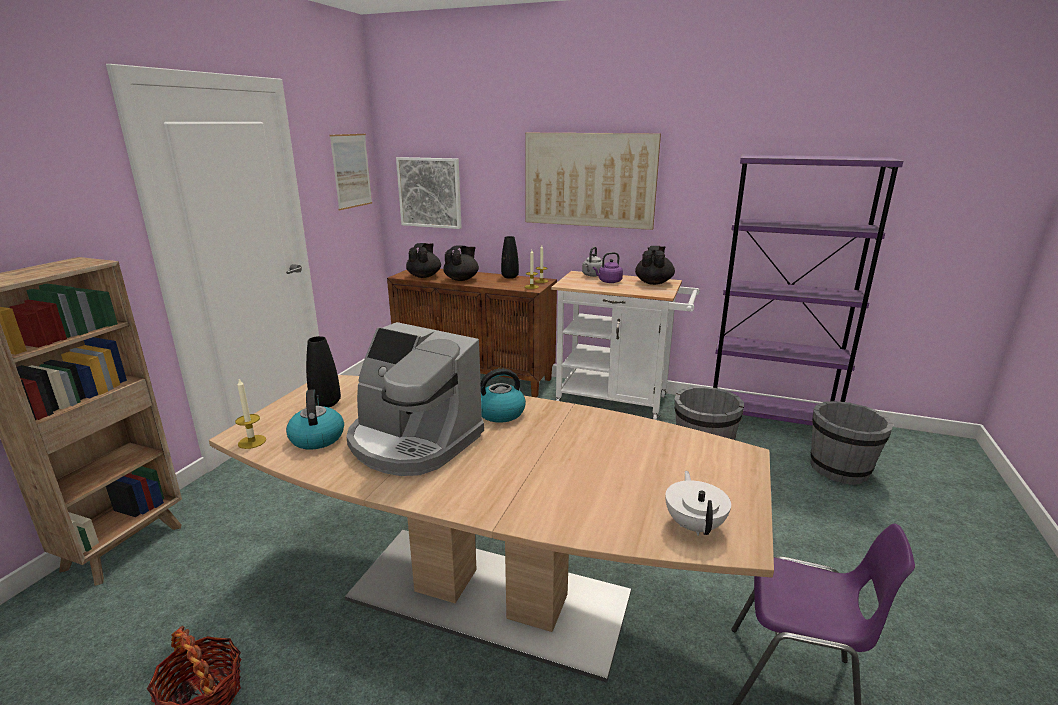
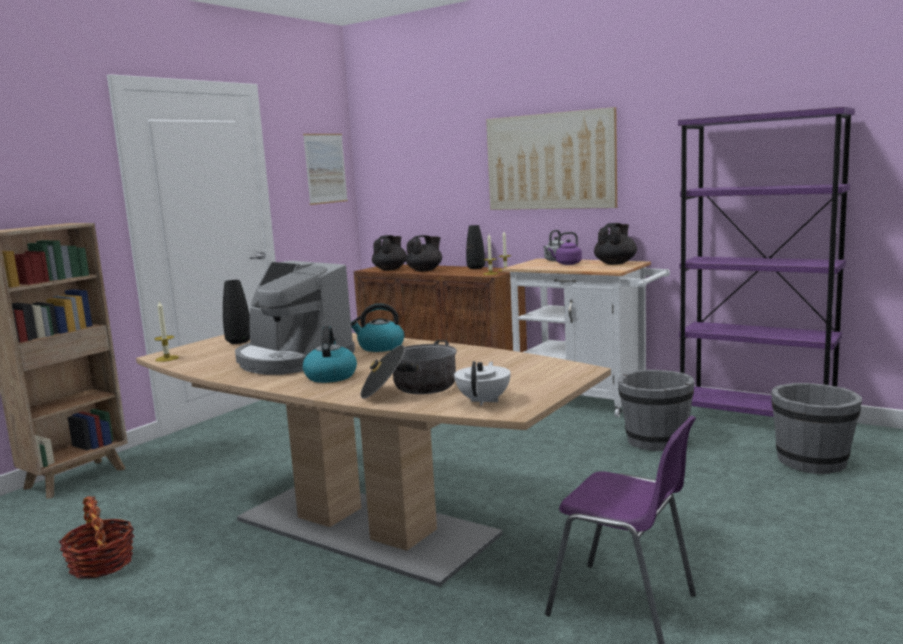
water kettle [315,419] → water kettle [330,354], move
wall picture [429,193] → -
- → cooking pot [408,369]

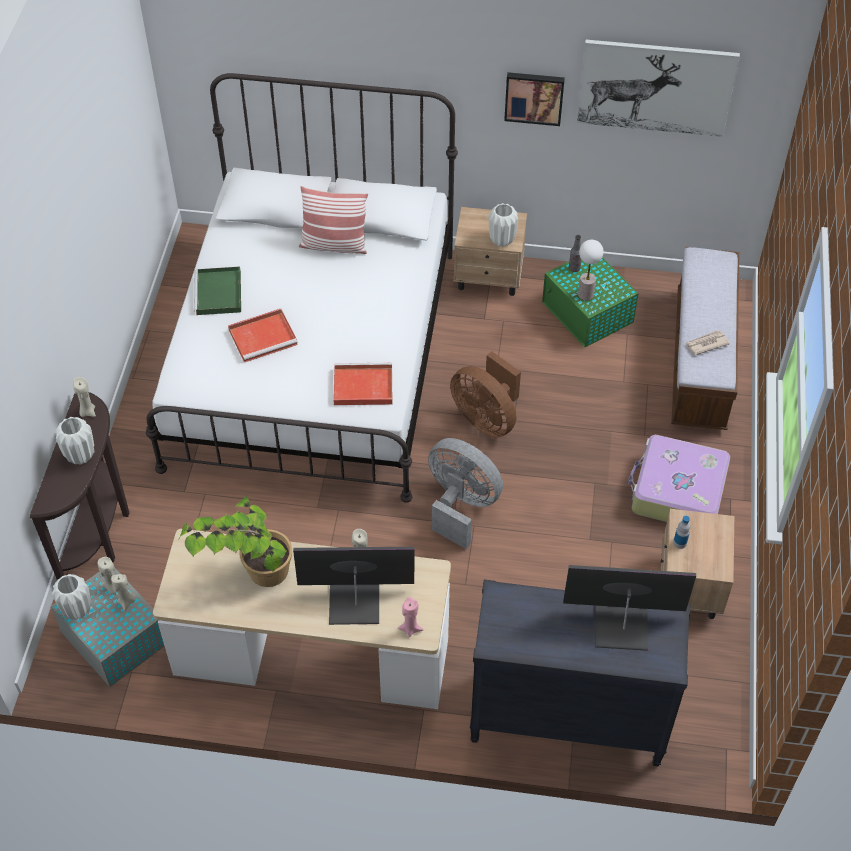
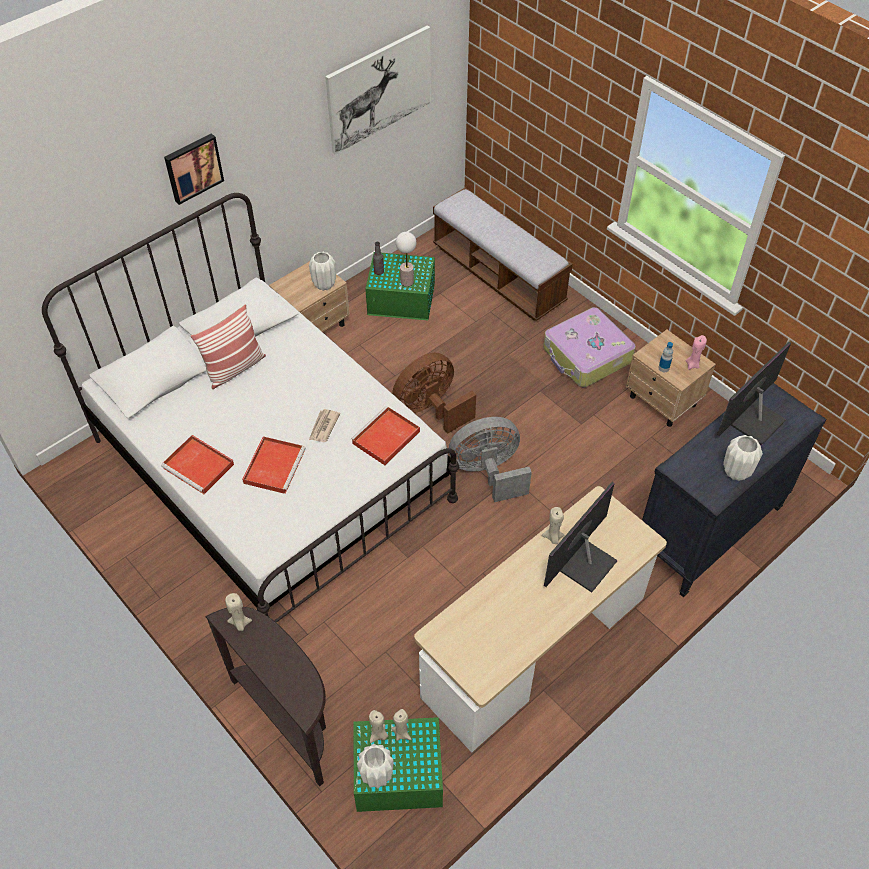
grey storage bin [107,627] → greenish storage bin [398,764]
whitish decorative vase [75,441] → whitish decorative vase [743,458], move
houseplant [235,541] → -
greenish serving tray [217,291] → red serving tray [197,464]
pink-coloured wax candle [411,617] → pink-coloured wax candle [696,352], move
brownish fan [485,394] → brownish fan [434,393], 150 degrees clockwise
wall picture [534,99] → wall picture [194,169], move
daily paper [708,342] → daily paper [324,425], move

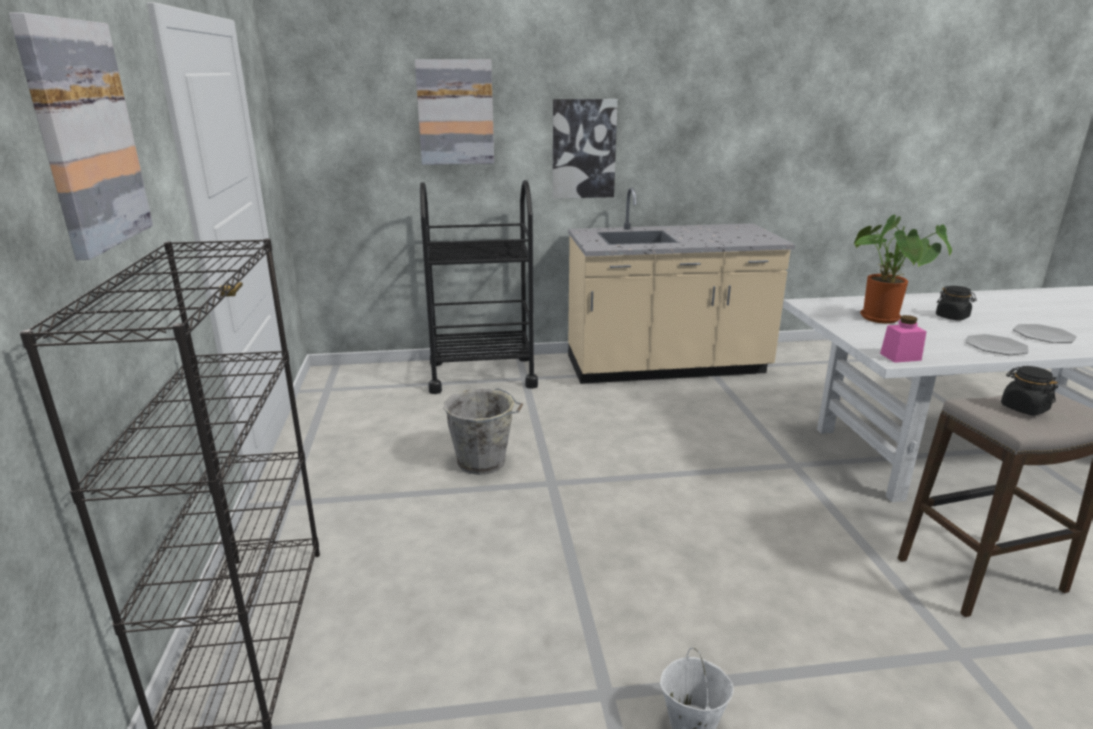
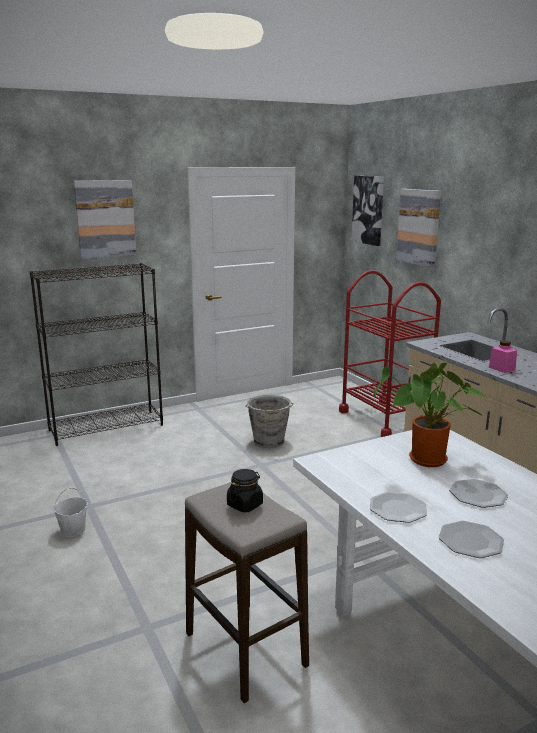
black-coloured trolley [479,287] → red trolley [390,353]
wall picture [585,149] → wall picture [367,211], move
pink-coloured preserve jar [903,339] → pink-coloured preserve jar [503,357], move
black-coloured preserve jar [956,303] → plate [478,493]

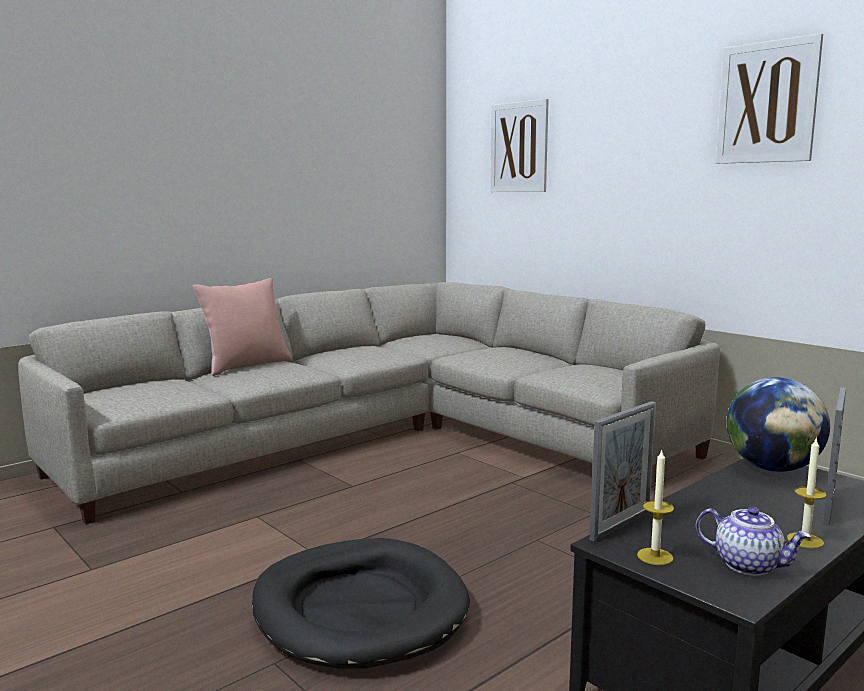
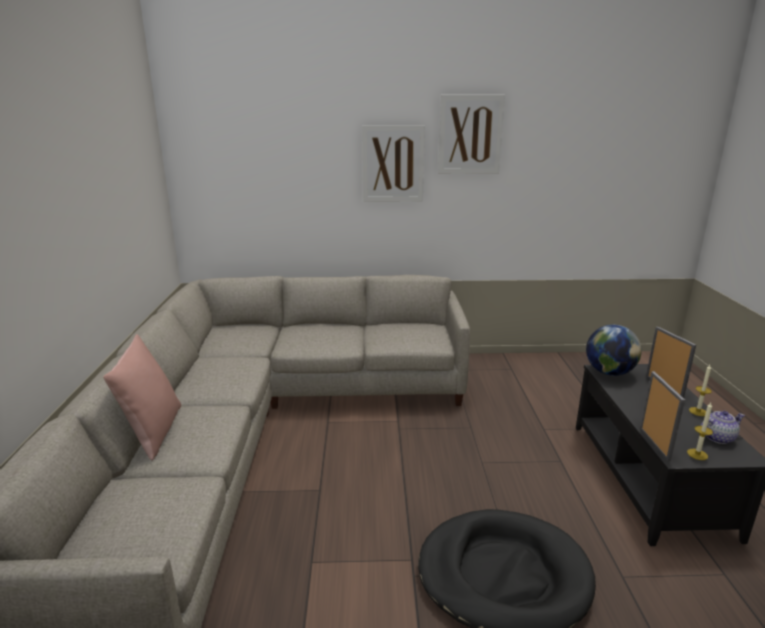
wall picture [520,145] → wall picture [393,163], move

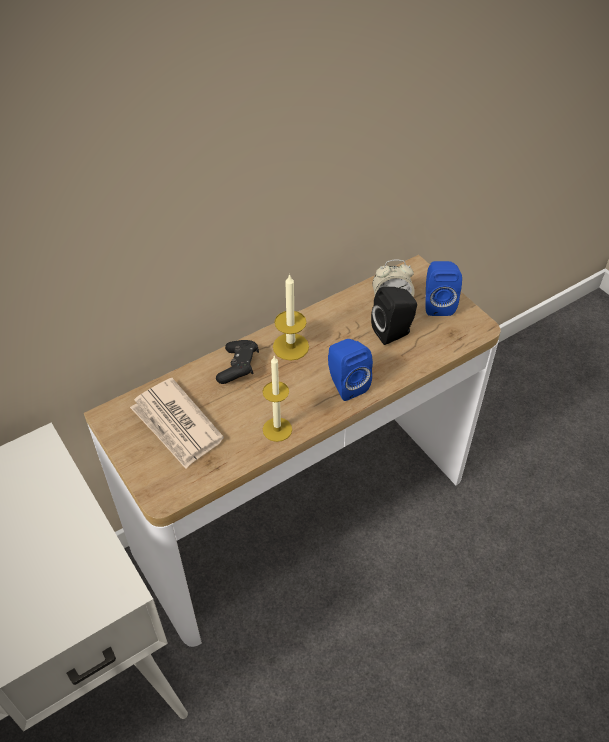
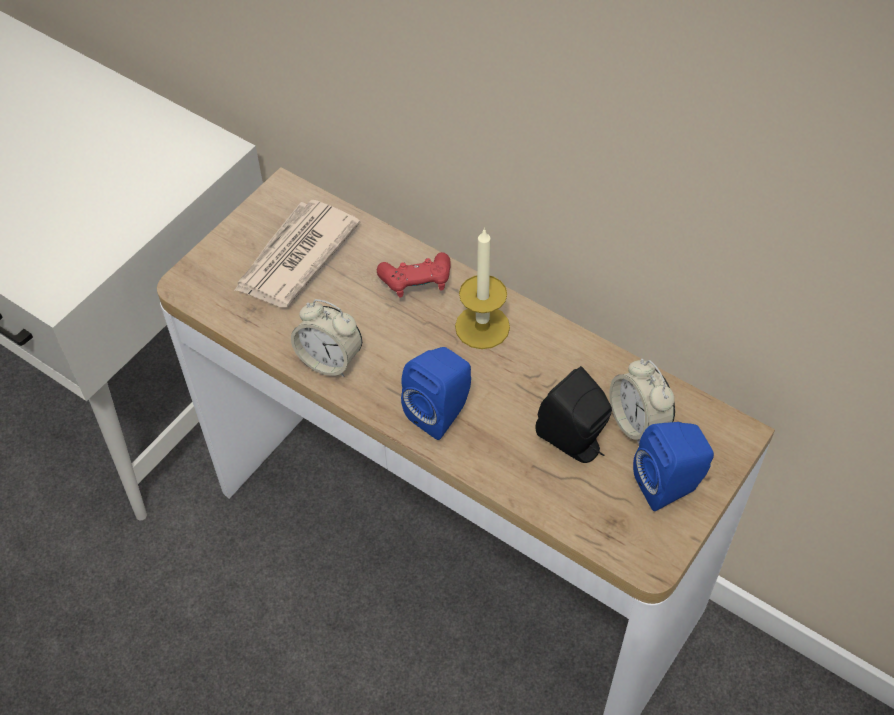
black-coloured game controller [237,362] → red game controller [414,275]
wax candle [277,399] → alarm clock [326,338]

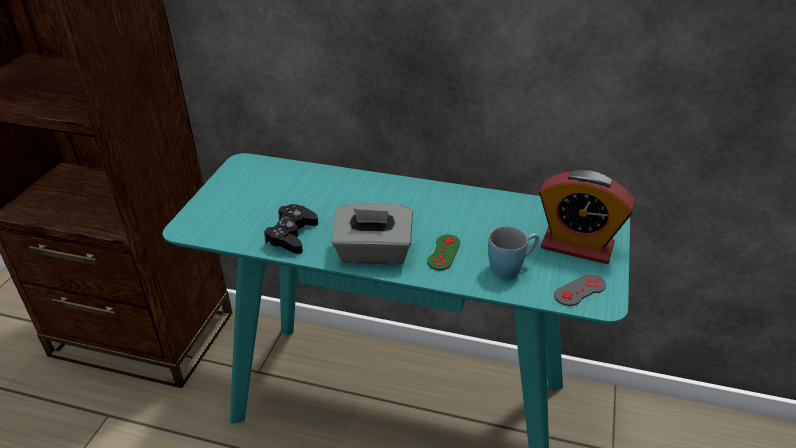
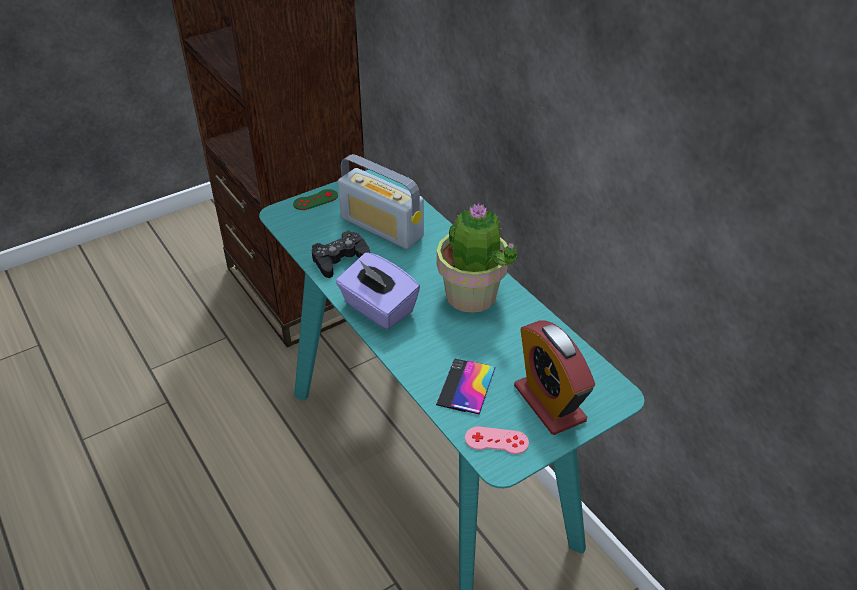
grey tissue box [372,233] → purple-coloured tissue box [378,291]
greenish game controller [443,252] → greenish game controller [315,199], move
blue-coloured tea mug [513,253] → phone [466,386]
grey game controller [580,290] → pink-coloured game controller [497,440]
- → radio receiver [381,201]
- → houseplant [477,258]

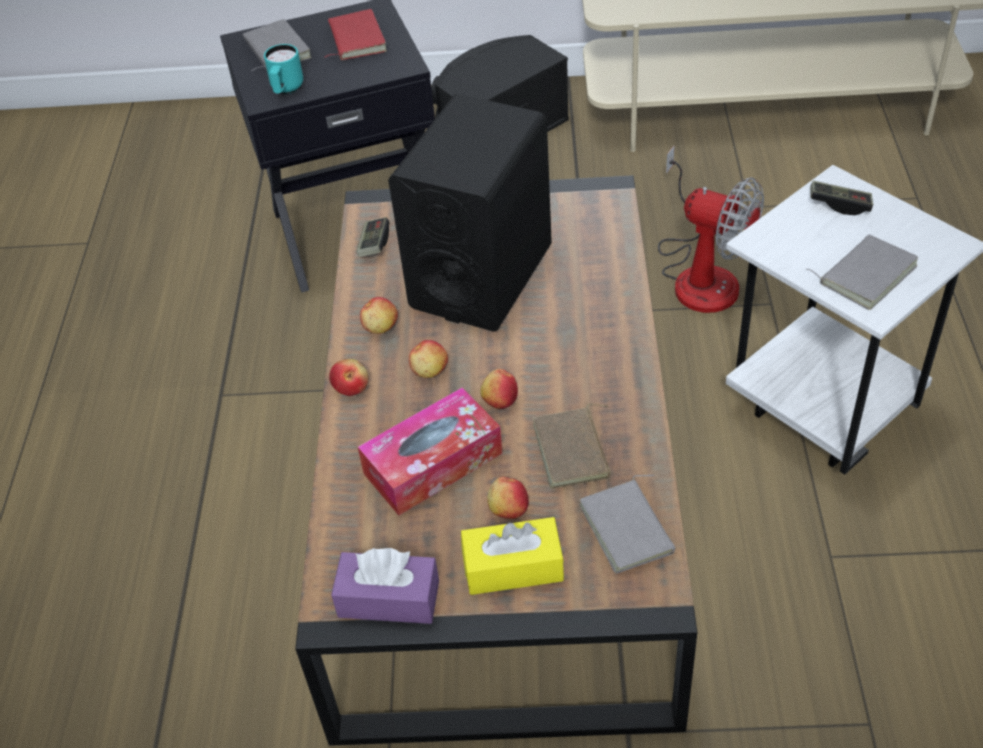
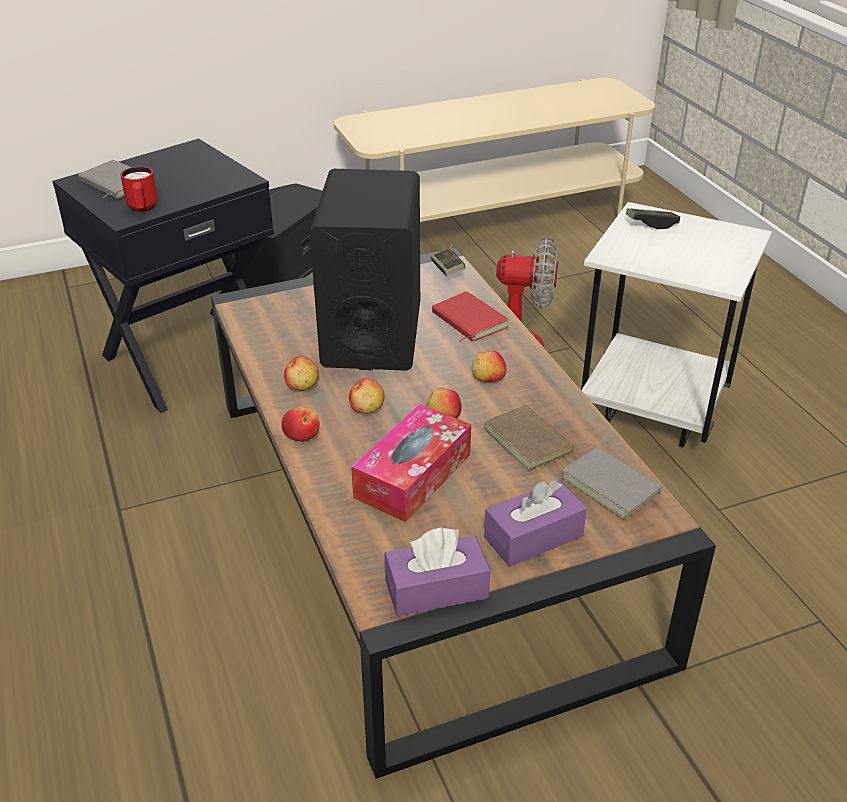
turquoise-coloured tea mug [283,69] → red tea mug [139,189]
red book [355,34] → red book [470,316], move
game controller [372,237] → game controller [448,262], move
yellowish tissue box [512,556] → purple-coloured tissue box [535,523]
apple [508,498] → apple [488,366], move
grey book [861,272] → -

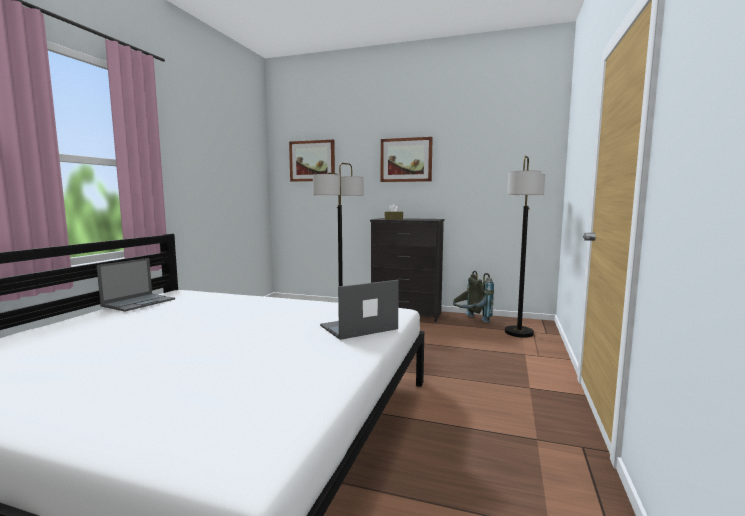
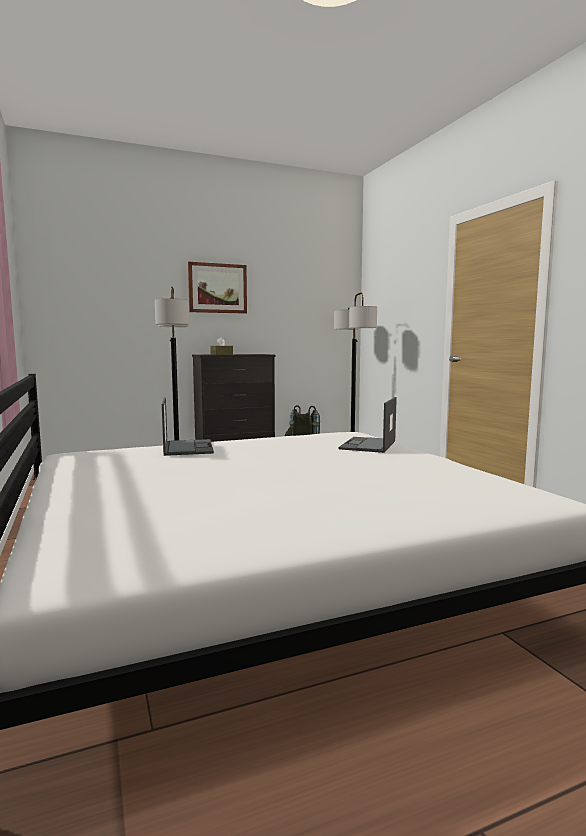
notebook computer [136,285] → notebook computer [188,426], move
wall picture [312,161] → -

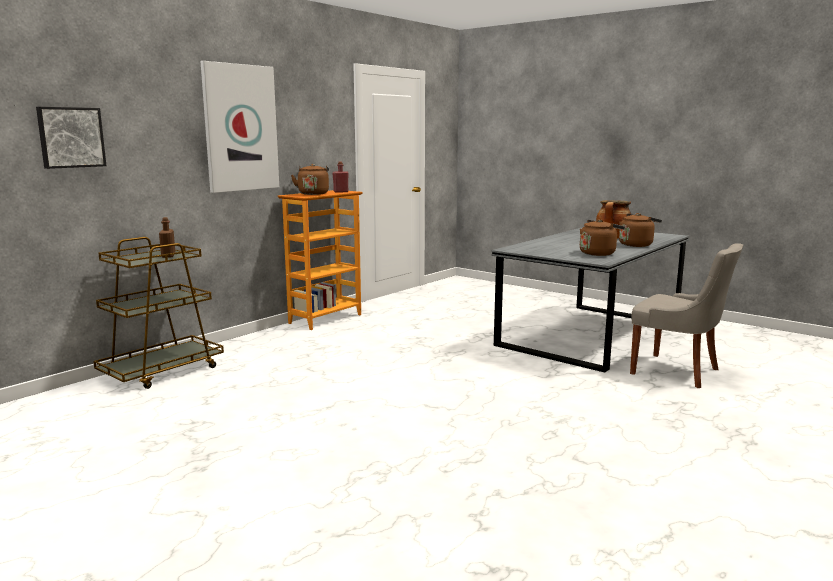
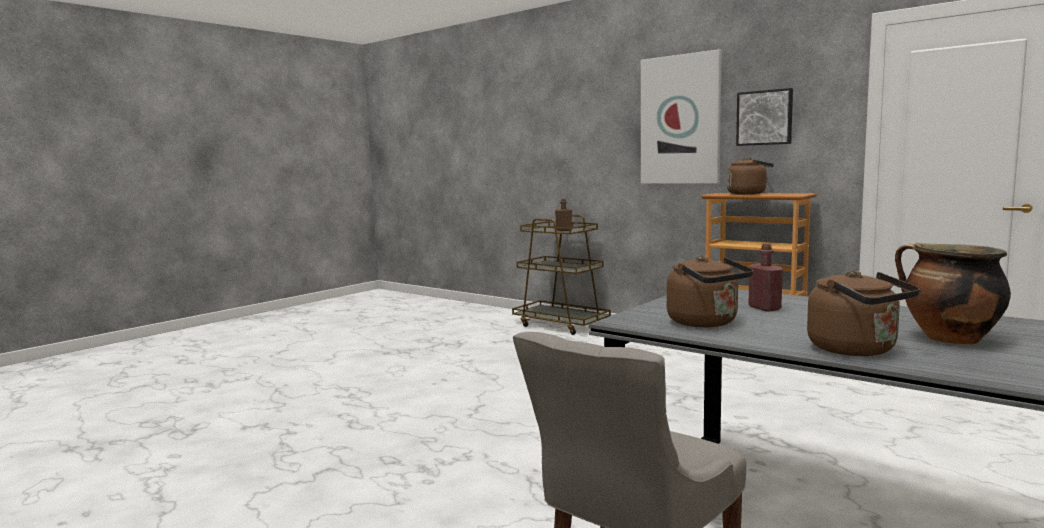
wall picture [71,138] → wall picture [764,117], move
red bottle [340,177] → red bottle [765,278], move

